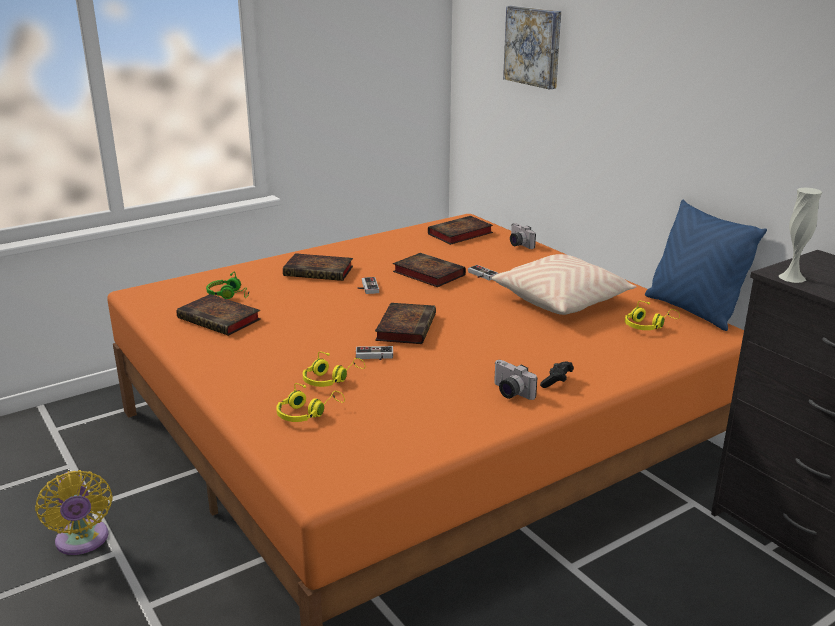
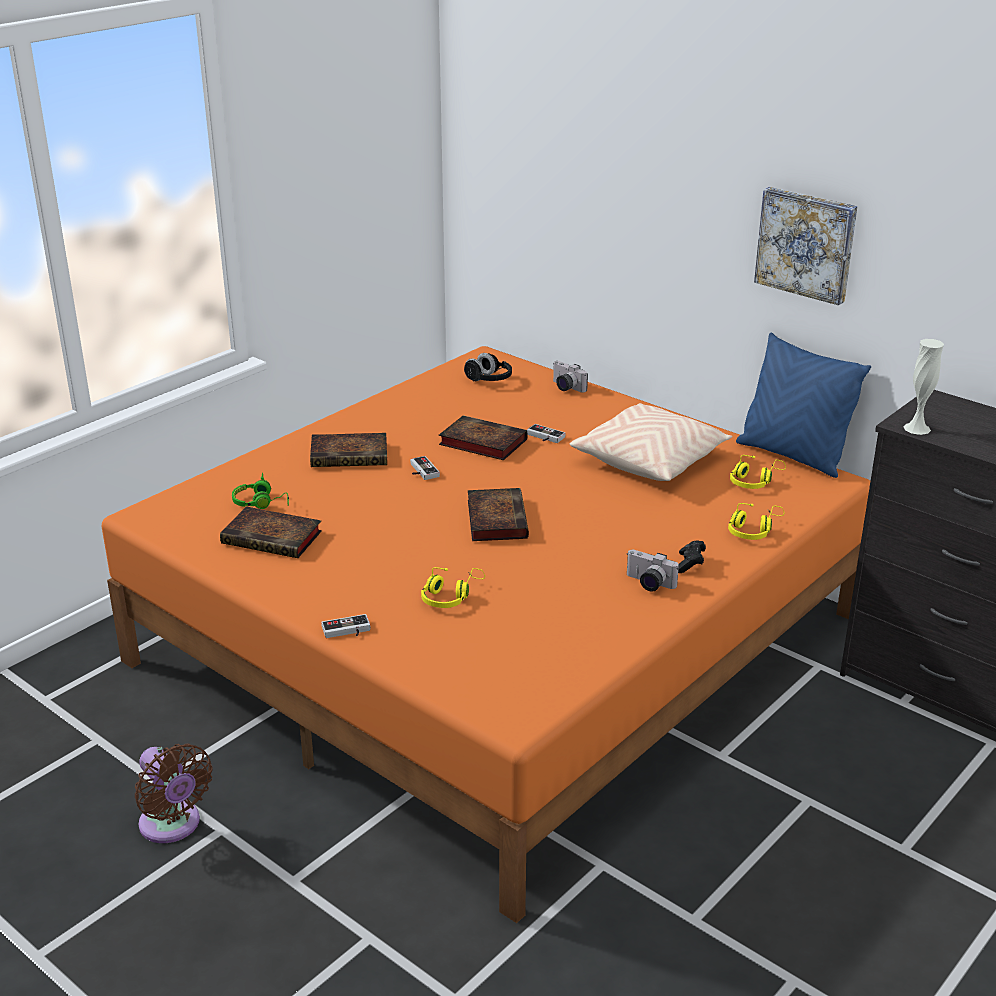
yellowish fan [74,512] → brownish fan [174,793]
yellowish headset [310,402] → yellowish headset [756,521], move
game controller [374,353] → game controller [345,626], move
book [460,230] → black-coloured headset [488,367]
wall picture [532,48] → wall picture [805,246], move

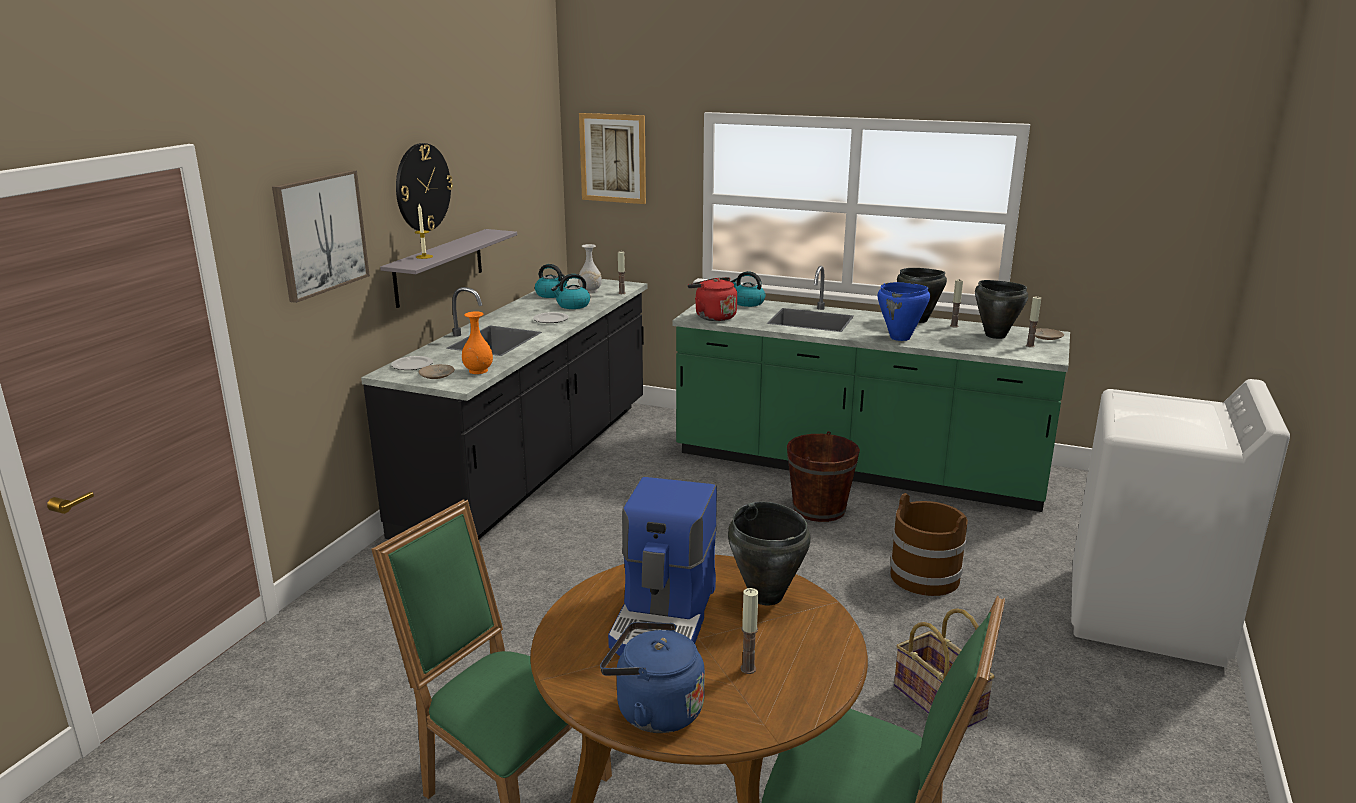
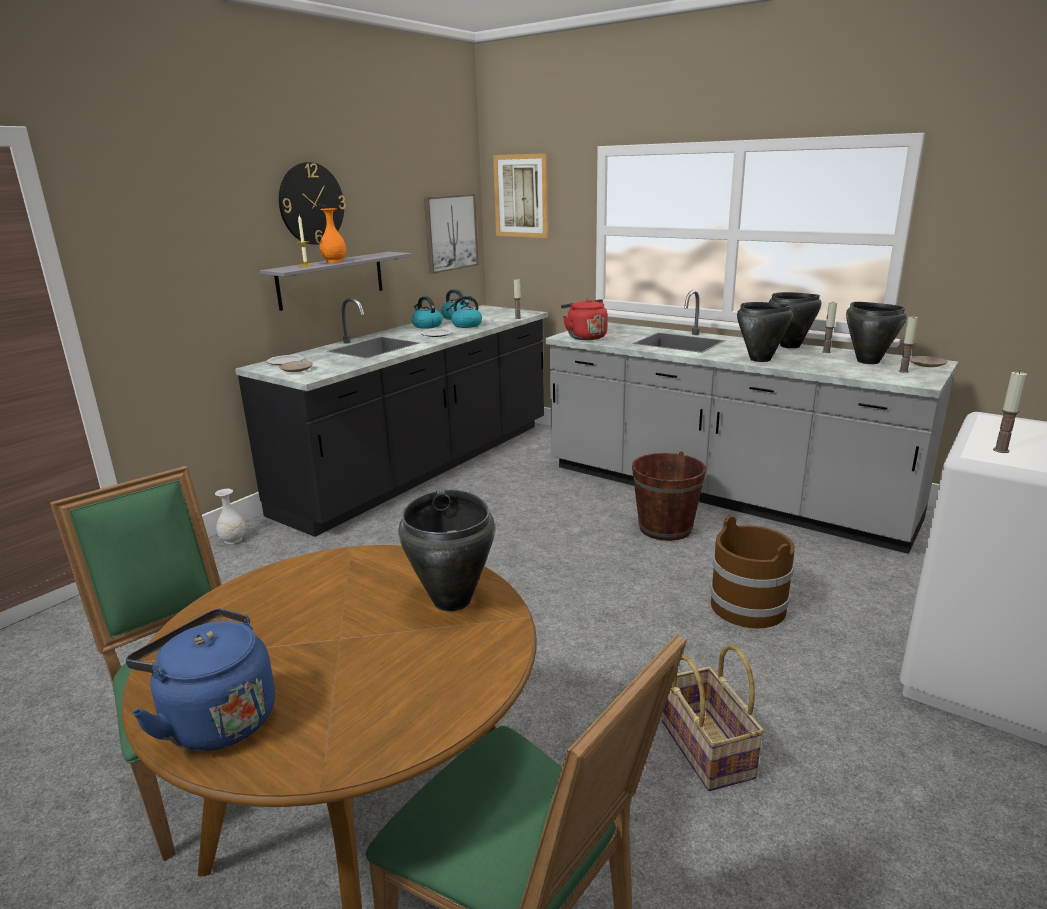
wall picture [321,236] → wall picture [451,234], move
orange-coloured decorative vase [477,342] → orange-coloured decorative vase [333,235], move
whitish decorative vase [590,268] → whitish decorative vase [230,516], move
coffee brewer [662,566] → -
greenish counter [871,389] → grey counter [751,422]
water kettle [748,289] → water kettle [427,312], move
wax candle [749,631] → wax candle [1010,412], move
blue-coloured cooking pot [903,311] → black-coloured cooking pot [765,332]

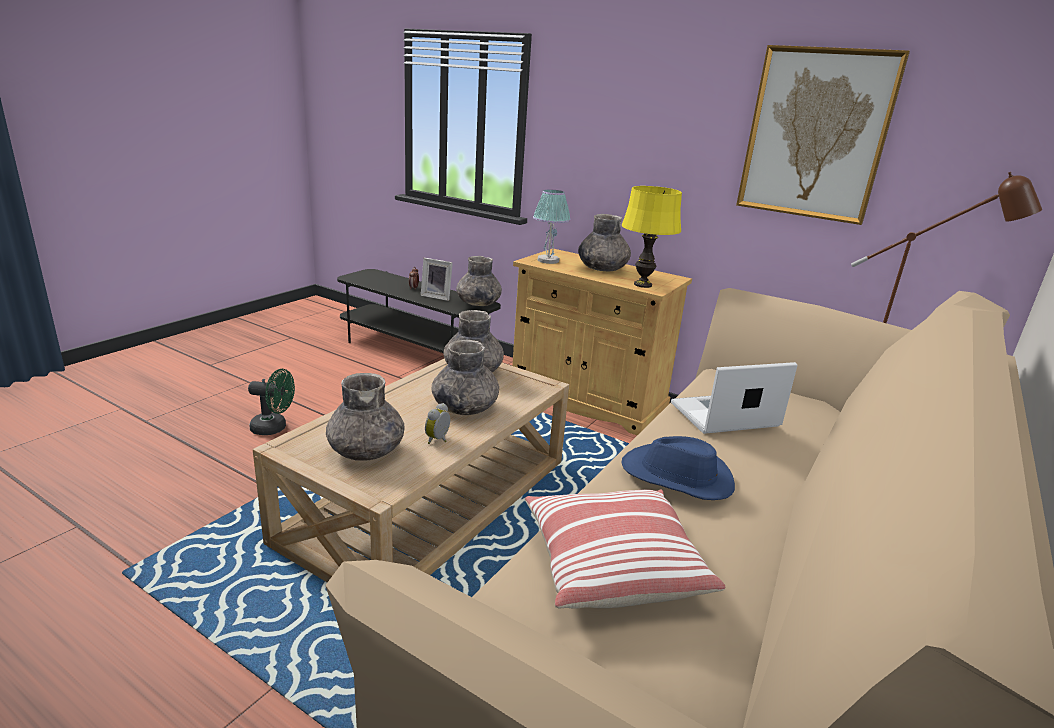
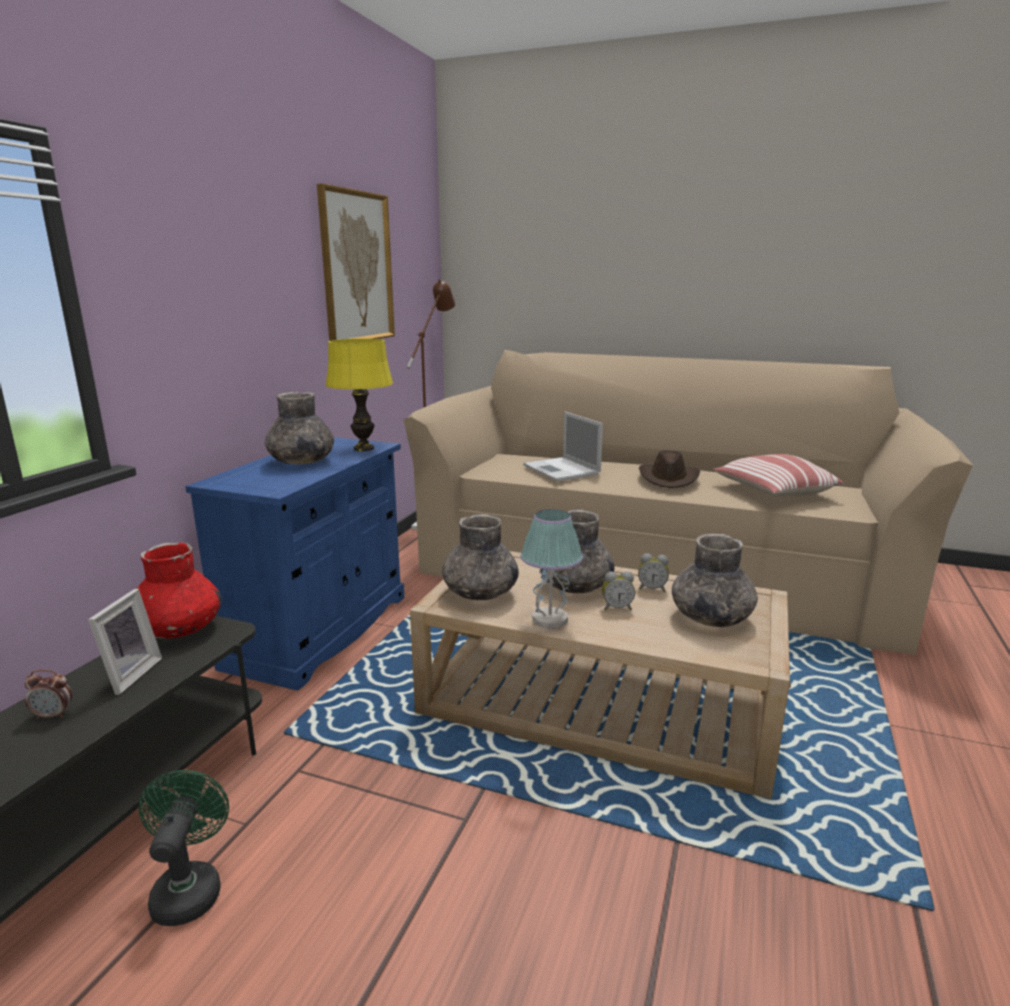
greenish fan [271,402] → greenish fan [183,848], move
grey decorative vase [479,281] → red decorative vase [179,590]
beige storage cabinet [602,341] → blue-coloured storage cabinet [294,564]
tabletop lamp [552,227] → tabletop lamp [551,569], move
blue-coloured wearable hat [678,468] → brownish wearable hat [669,469]
- → alarm clock [618,590]

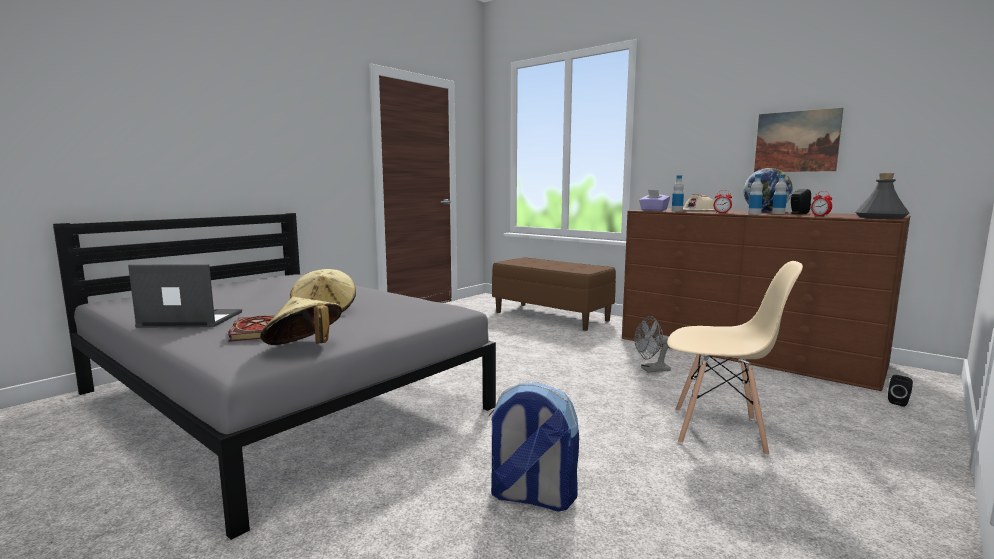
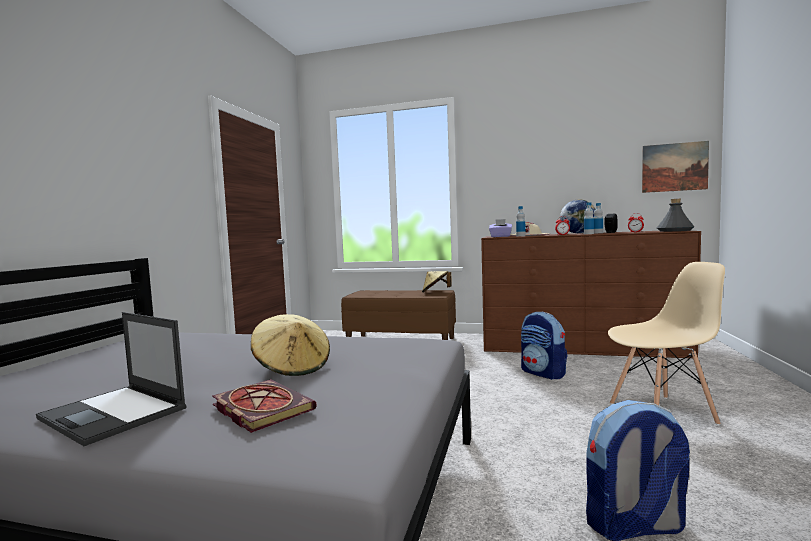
notebook computer [185,296] → notebook computer [111,379], 120 degrees counterclockwise
beige wearable hat [301,321] → beige wearable hat [437,282], move
grey fan [653,344] → backpack [544,346]
wall picture [798,140] → wall picture [675,167], move
black-coloured speaker [900,391] → -

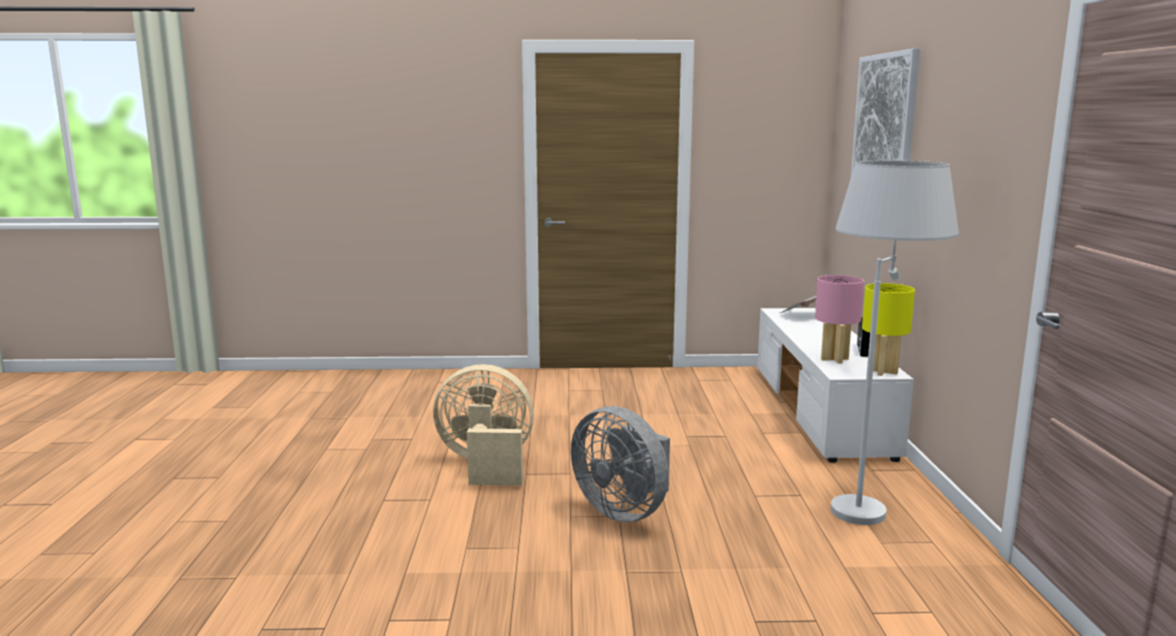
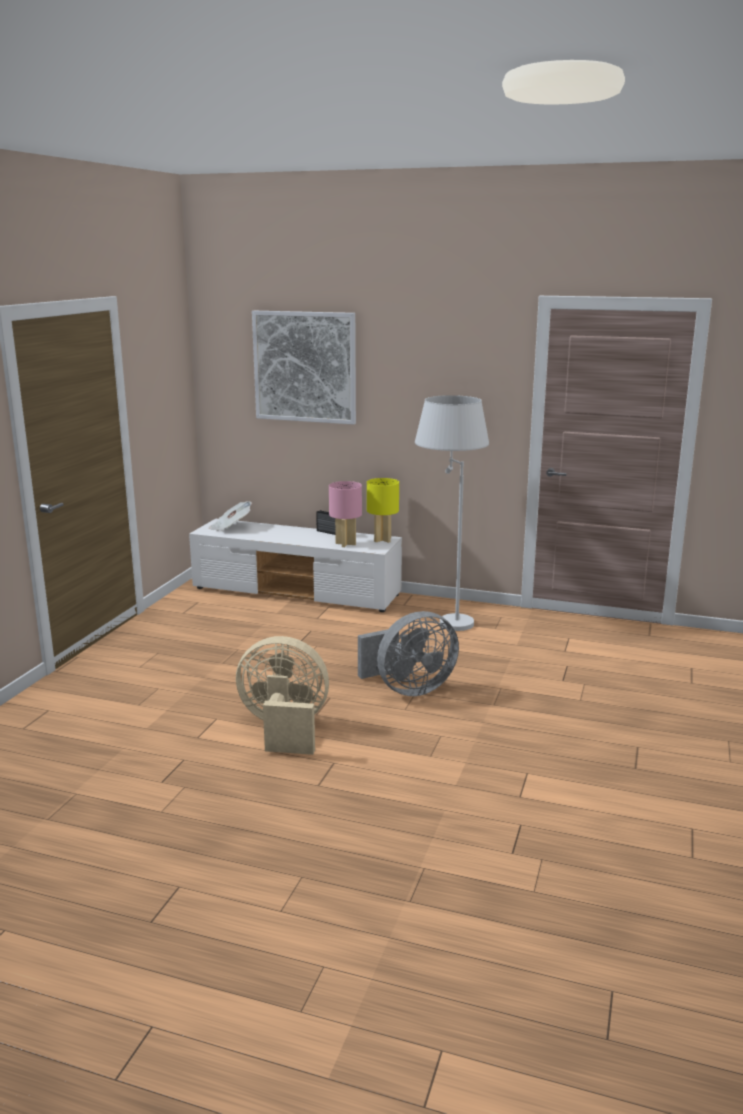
beige fan [483,425] → beige fan [282,695], 75 degrees clockwise

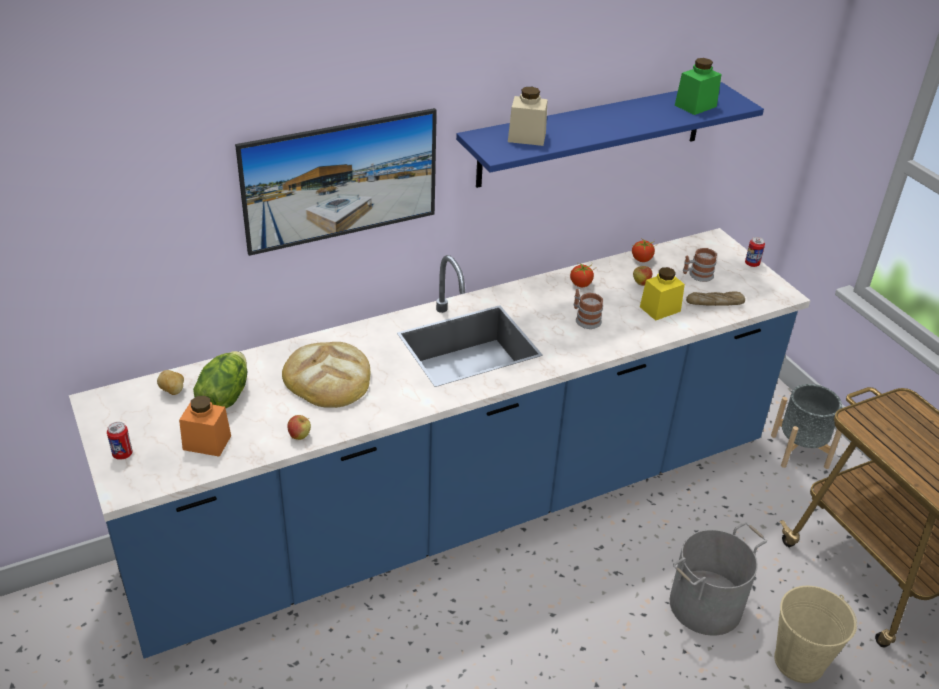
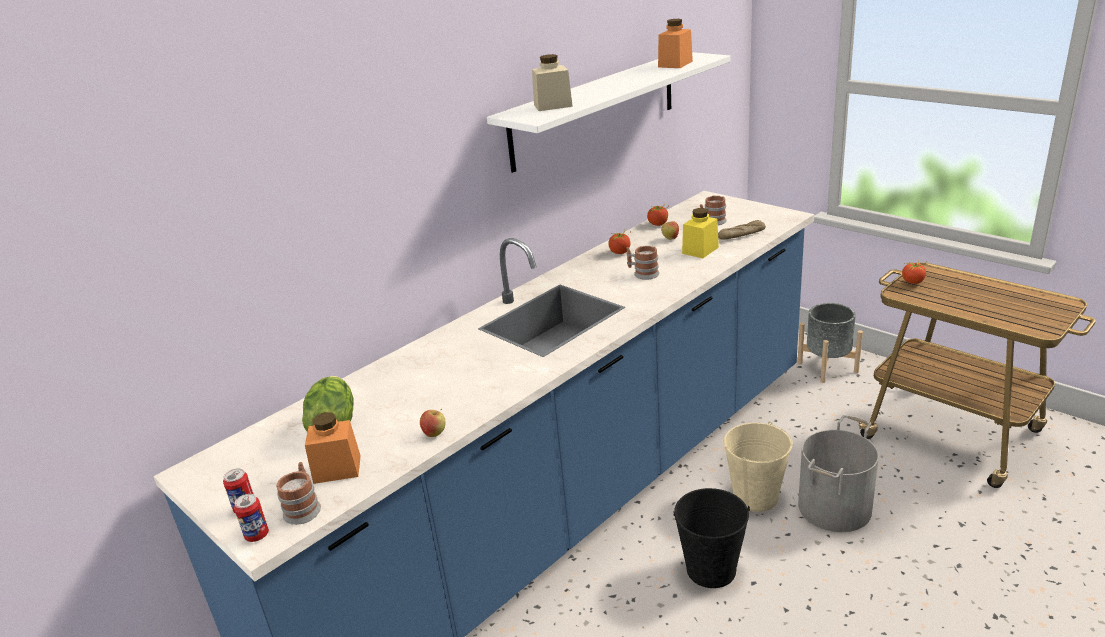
whole potato [170,382] → -
wall picture [336,182] → -
baked bread [326,375] → -
blue-coloured wall shelf [610,135] → whitish wall shelf [609,112]
greenish preserve jar [698,86] → orange-coloured preserve jar [675,43]
metal can [755,252] → metal can [251,518], move
beige pail [815,634] → beige pail [758,466], move
- → tea mug [298,493]
- → black-coloured pail [711,538]
- → whole tomato [914,271]

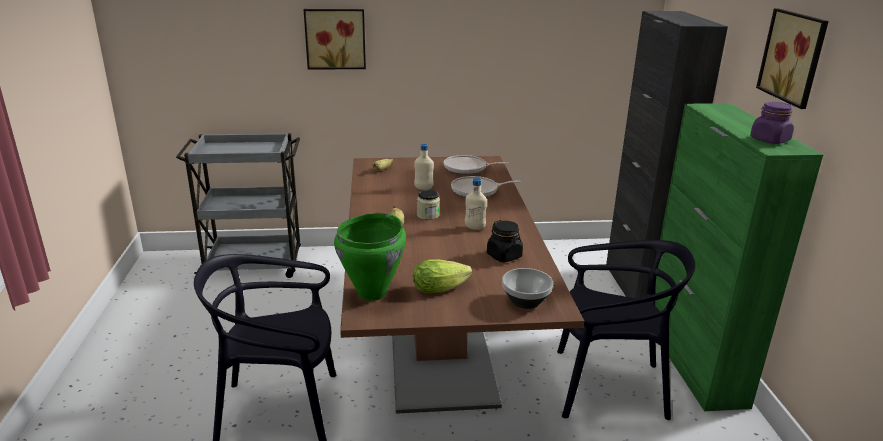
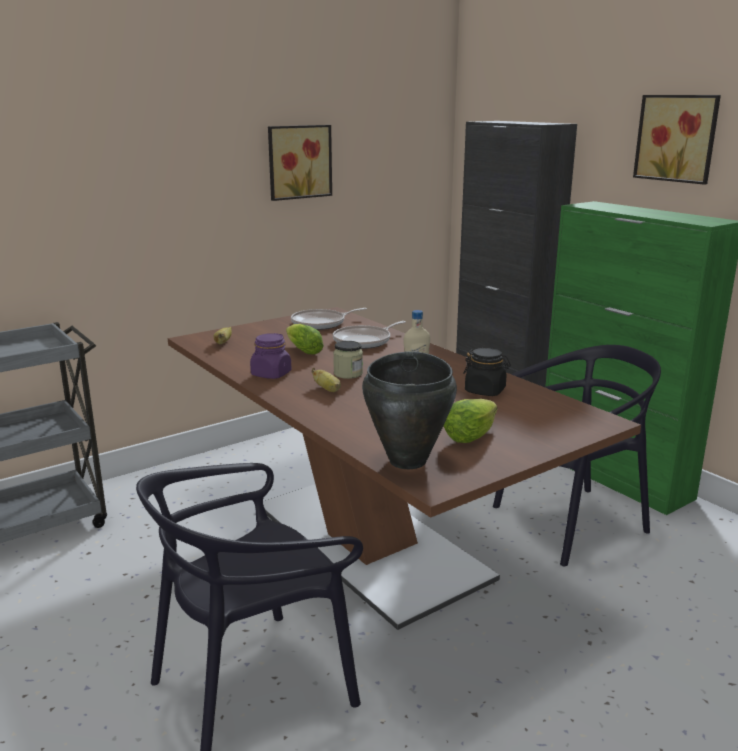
wall picture [335,39] → wall picture [300,163], move
greenish cooking pot [370,257] → black-coloured cooking pot [409,410]
beige bottle [424,167] → lettuce [305,339]
serving bowl [527,288] → -
purple-coloured preserve jar [772,123] → purple-coloured preserve jar [270,356], move

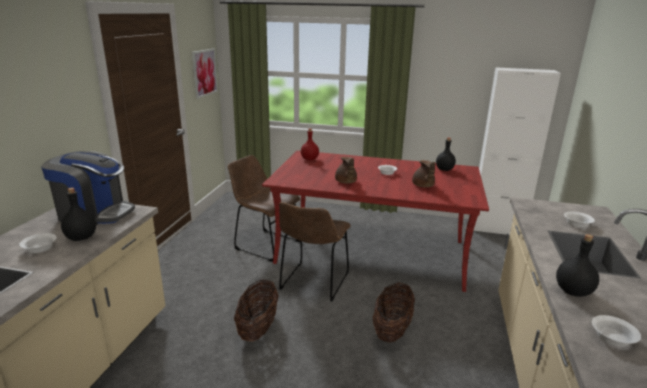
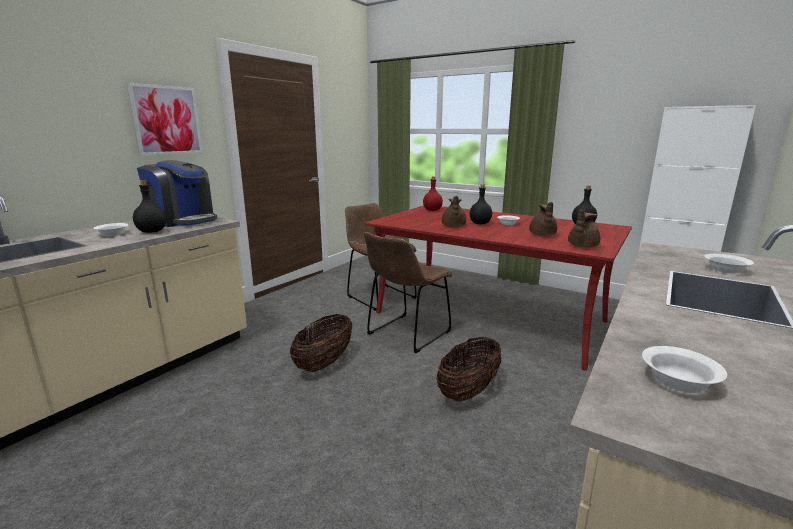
wall picture [205,74] → wall picture [165,119], move
black-coloured bottle [577,265] → black-coloured bottle [481,204], move
- → brownish pot for tea [584,229]

